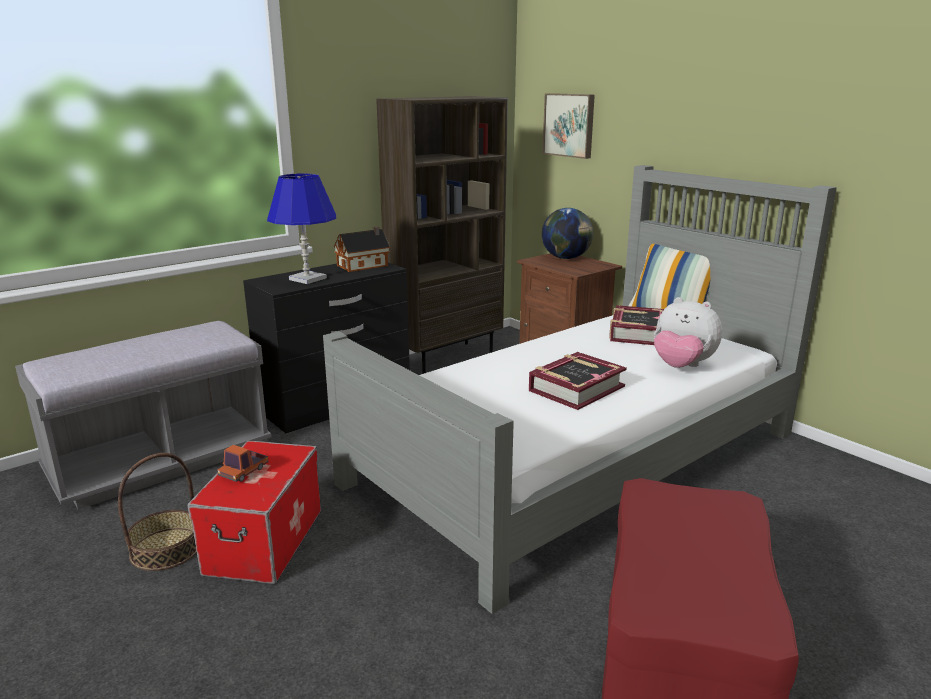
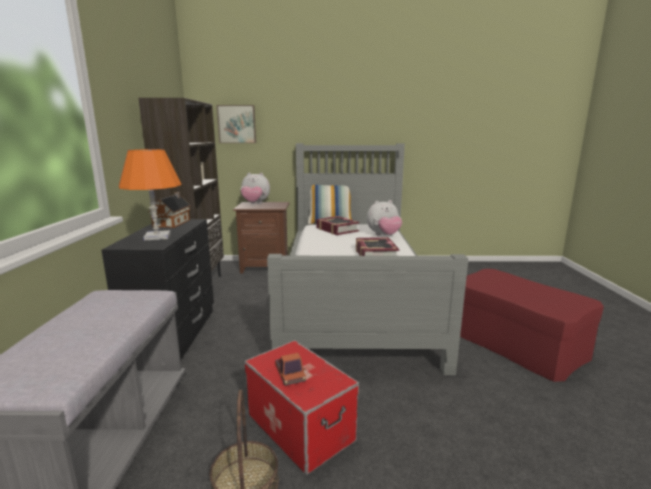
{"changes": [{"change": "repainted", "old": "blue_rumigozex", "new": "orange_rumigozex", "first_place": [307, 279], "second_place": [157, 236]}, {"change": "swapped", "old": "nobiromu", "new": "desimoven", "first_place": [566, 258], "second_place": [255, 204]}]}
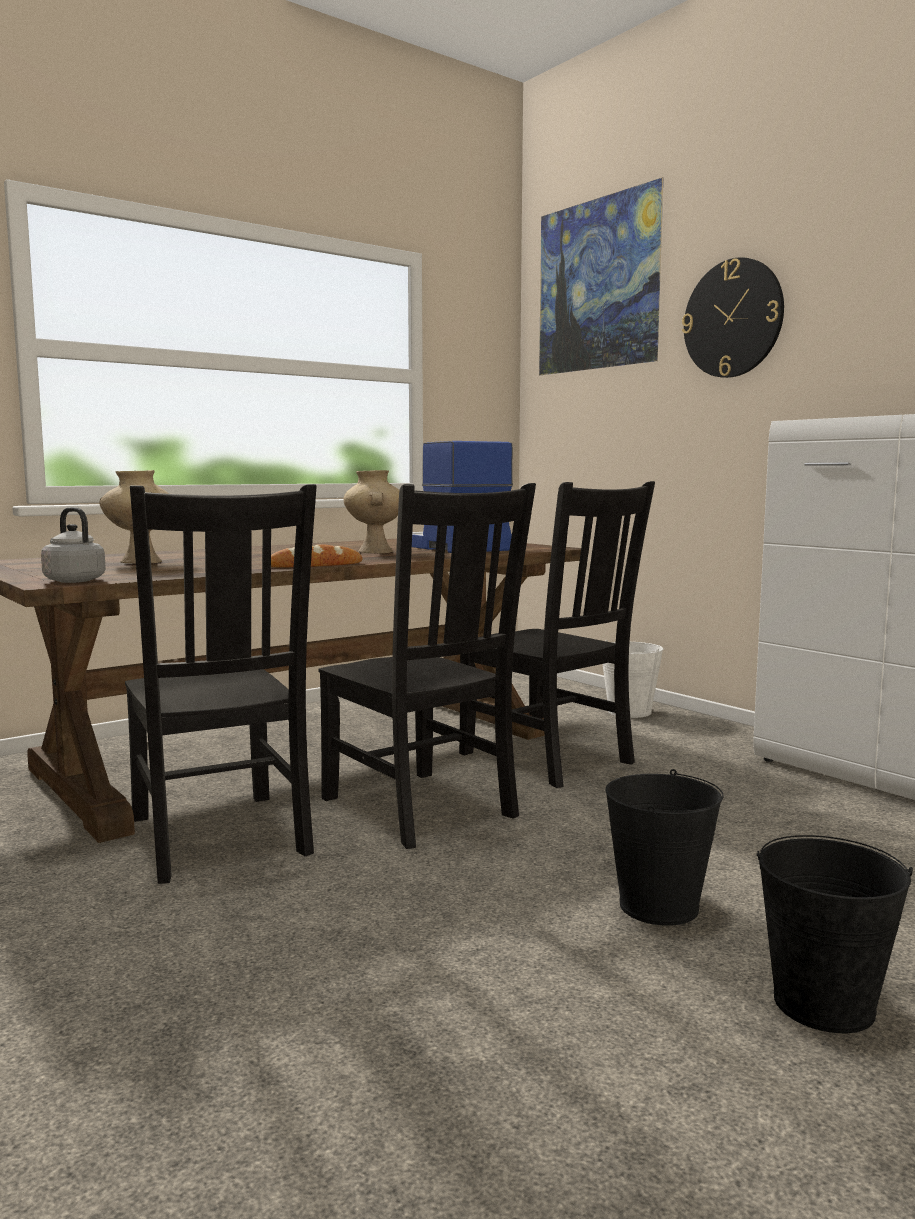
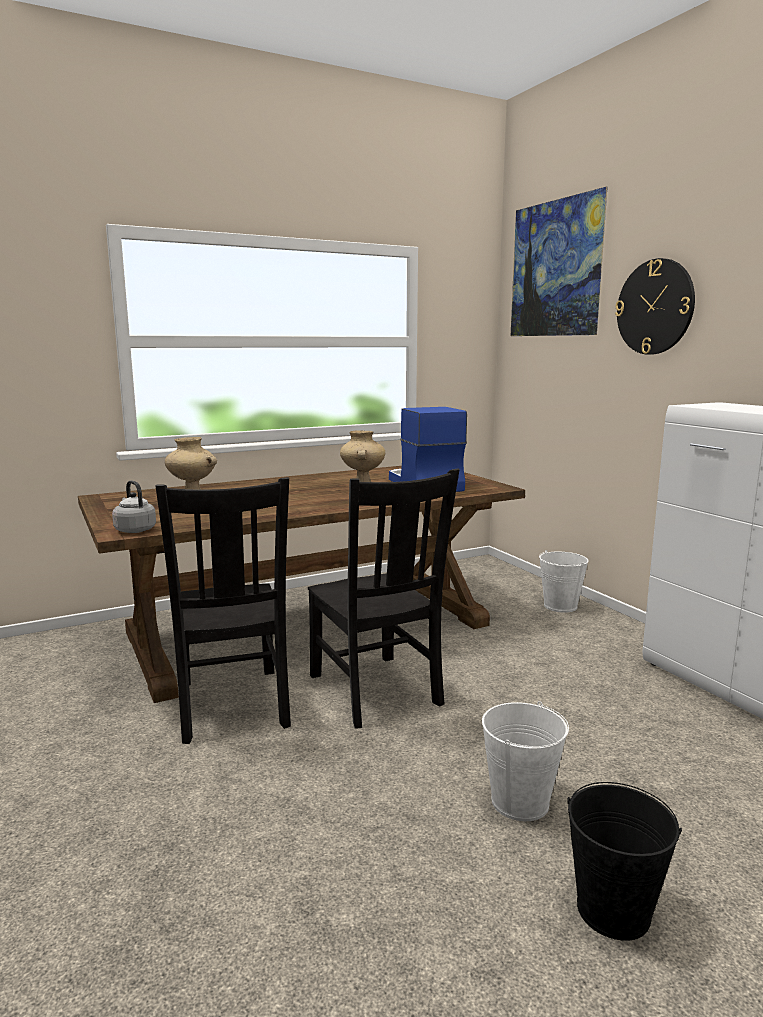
{"changes": [{"change": "gone", "old": "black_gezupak", "first_place": [550, 759]}, {"change": "gone", "old": "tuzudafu", "first_place": [315, 565]}, {"change": "repainted", "old": "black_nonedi", "new": "white_nonedi", "first_place": [658, 906], "second_place": [519, 802]}]}
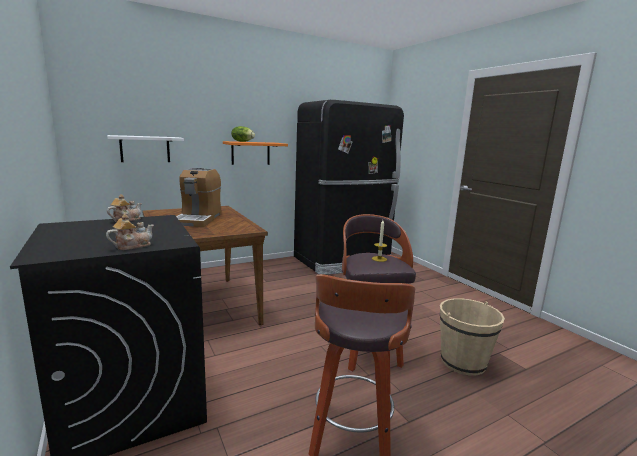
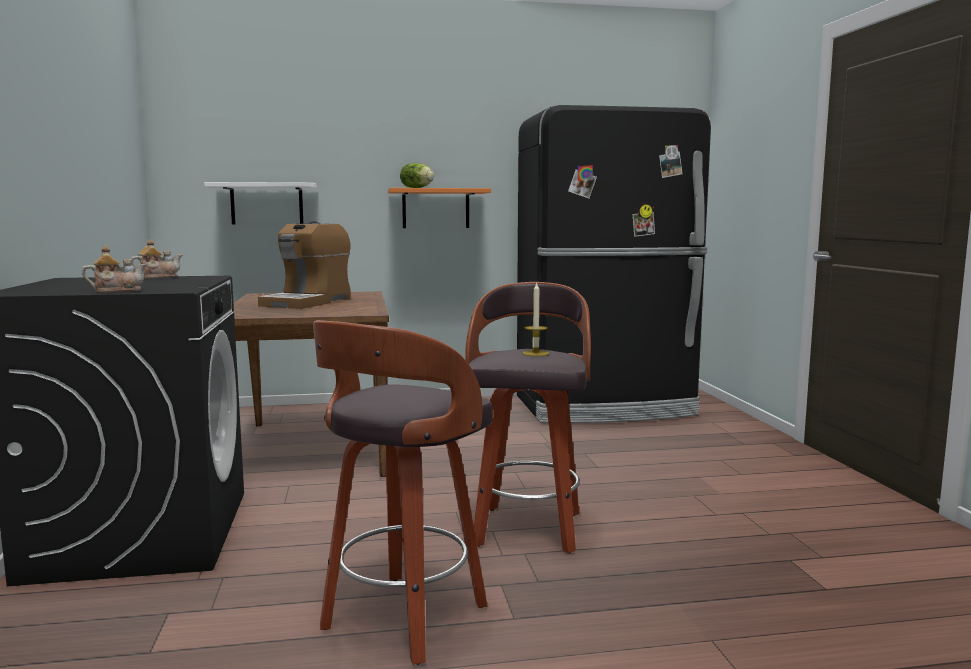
{"changes": [{"change": "gone", "old": "beige_nonedi", "first_place": [463, 362]}]}
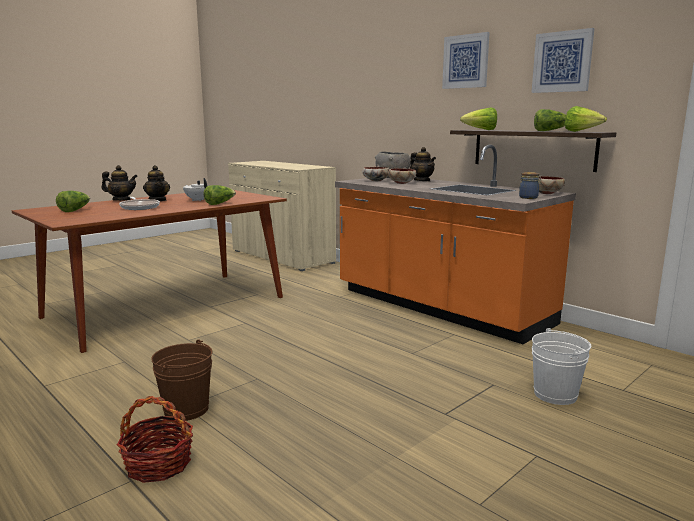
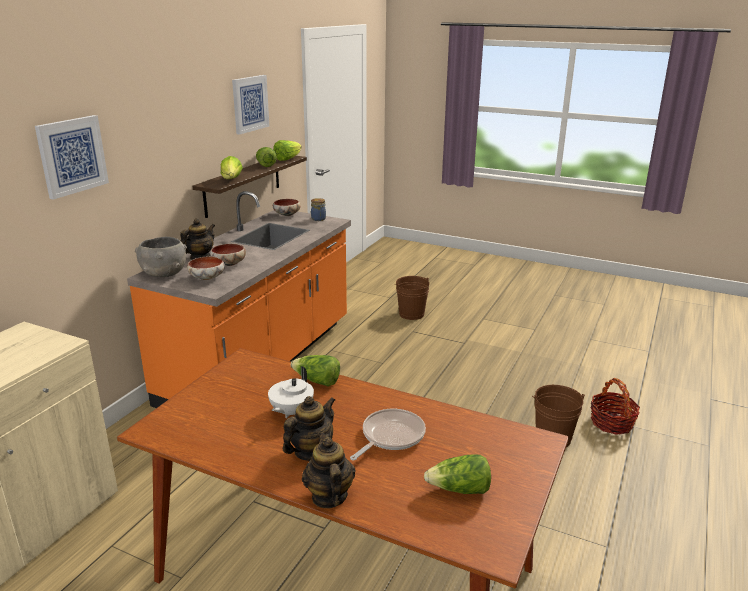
{"changes": [{"change": "shifted", "old": "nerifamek", "first_place": [466, 61], "second_place": [72, 156]}, {"change": "repainted", "old": "white_nonedi", "new": "brown_nonedi", "first_place": [555, 394], "second_place": [411, 314]}]}
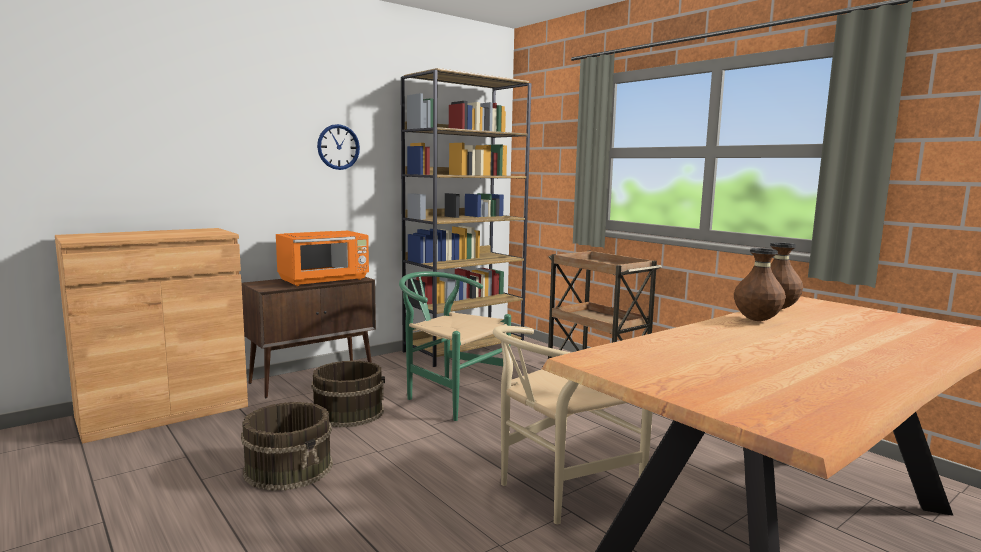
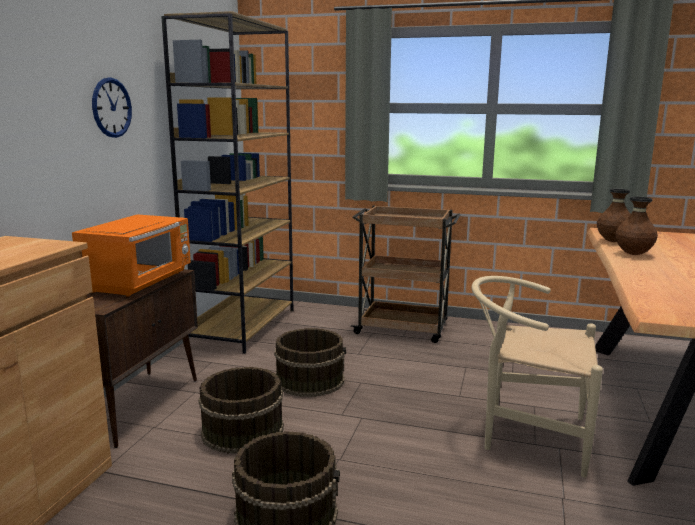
{"changes": [{"change": "swapped", "old": "green_gezupak", "new": "brown_nonedi", "first_place": [449, 396], "second_place": [310, 380]}, {"change": "rotated", "old": "beige_gezupak", "first_place": [557, 491], "second_place": [526, 435], "degrees": 90}]}
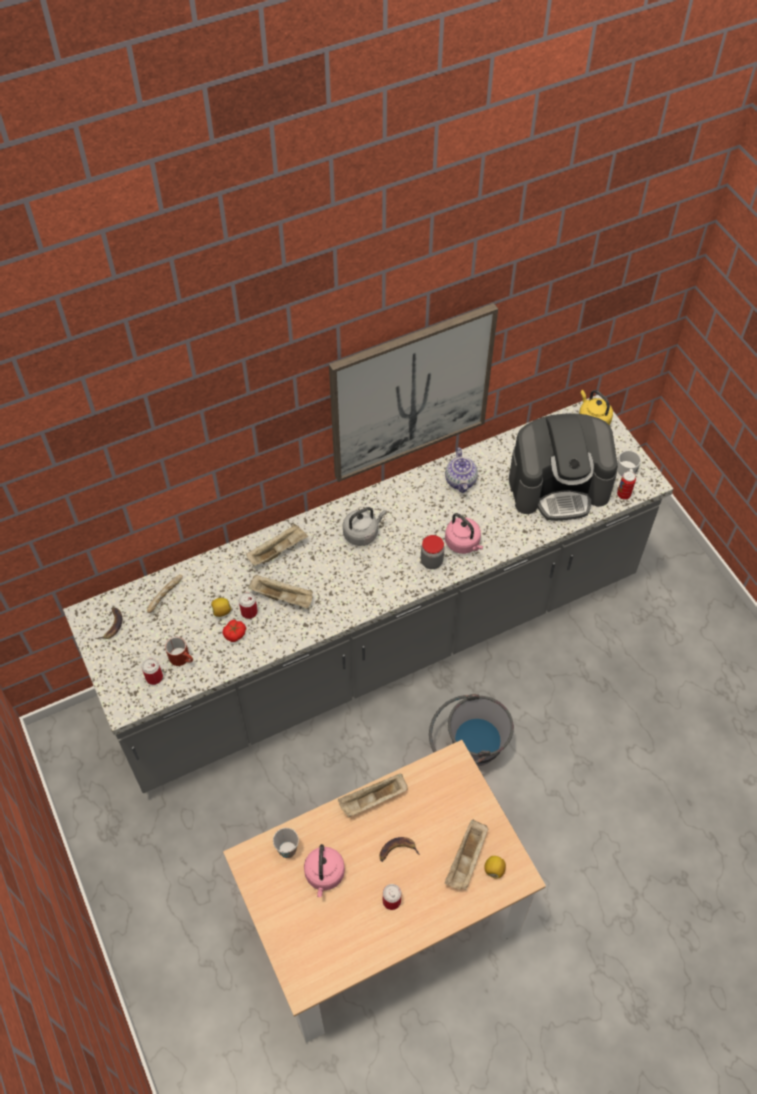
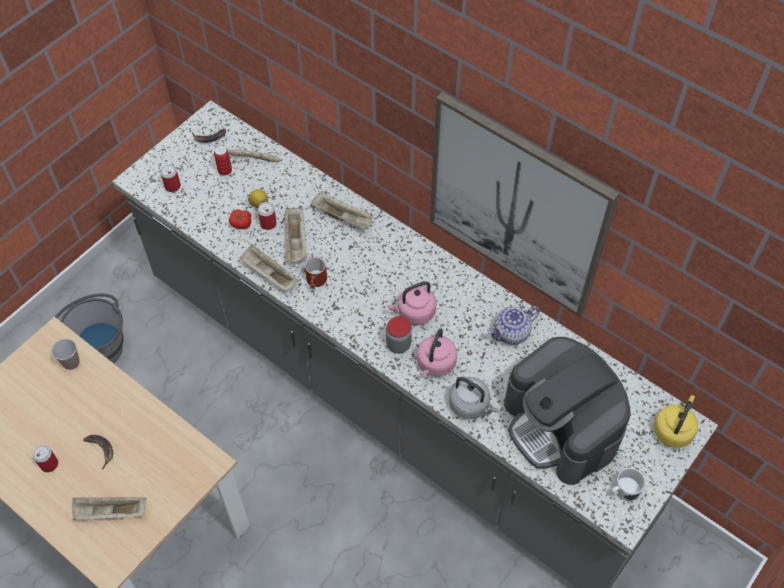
{"changes": [{"change": "shifted", "old": "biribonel", "first_place": [623, 494], "second_place": [225, 171]}, {"change": "shifted", "old": "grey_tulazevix", "first_place": [362, 533], "second_place": [471, 406]}, {"change": "shifted", "old": "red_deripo", "first_place": [183, 658], "second_place": [316, 282]}, {"change": "shifted", "old": "grey_nonedi", "first_place": [467, 748], "second_place": [98, 344]}, {"change": "shifted", "old": "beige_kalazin", "first_place": [372, 800], "second_place": [268, 274]}, {"change": "shifted", "old": "pink_tulazevix", "first_place": [324, 875], "second_place": [414, 313]}, {"change": "gone", "old": "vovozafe", "first_place": [494, 869]}]}
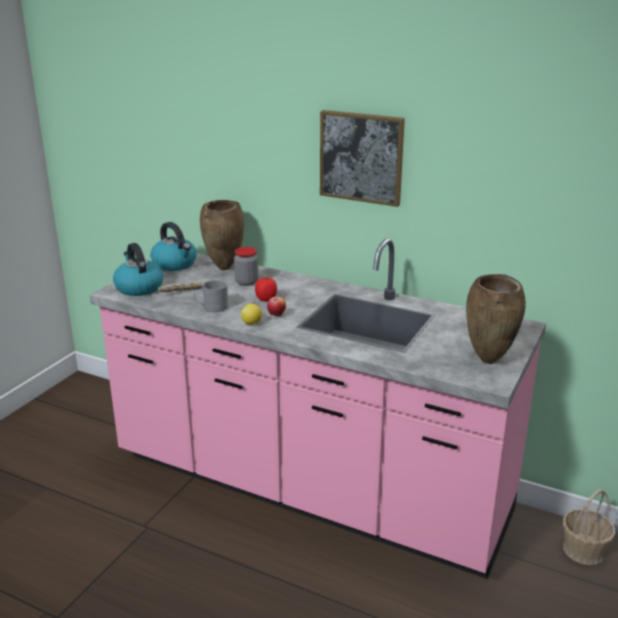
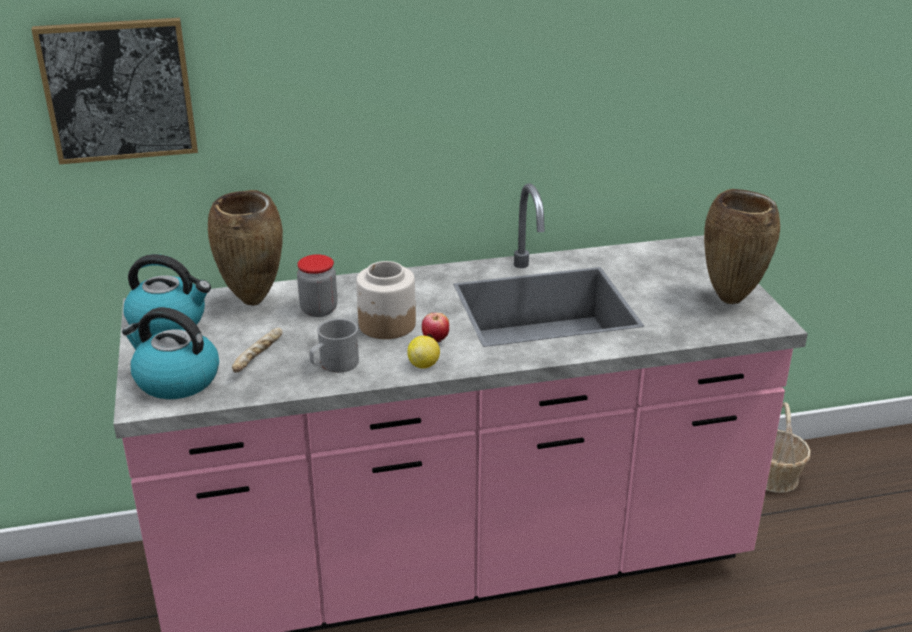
{"changes": [{"change": "shifted", "old": "nerifamek", "first_place": [361, 157], "second_place": [118, 90]}, {"change": "swapped", "old": "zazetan", "new": "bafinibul", "first_place": [266, 299], "second_place": [386, 324]}]}
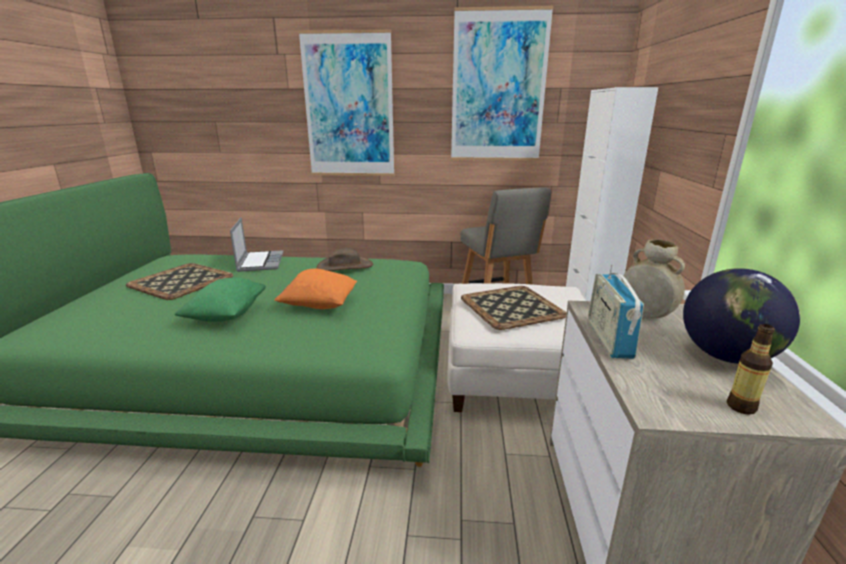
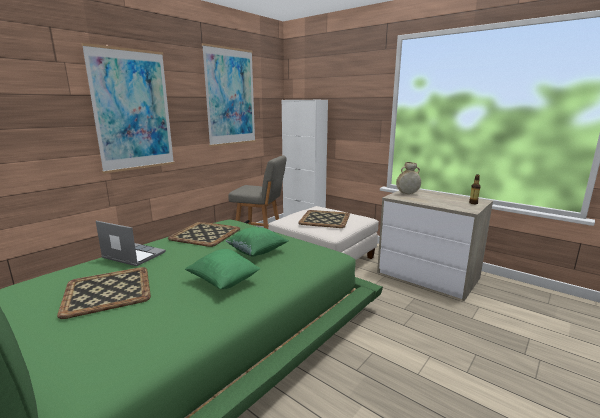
{"changes": [{"change": "swapped", "old": "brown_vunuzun", "new": "kalazin", "first_place": [345, 266], "second_place": [205, 234]}, {"change": "gone", "old": "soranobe", "first_place": [609, 339]}, {"change": "repainted", "old": "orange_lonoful", "new": "green_lonoful", "first_place": [319, 305], "second_place": [257, 252]}, {"change": "gone", "old": "nobiromu", "first_place": [726, 356]}]}
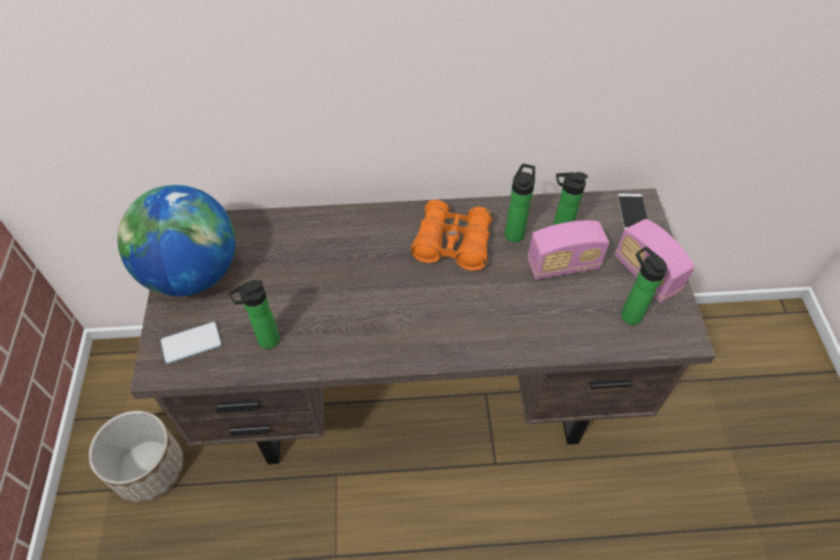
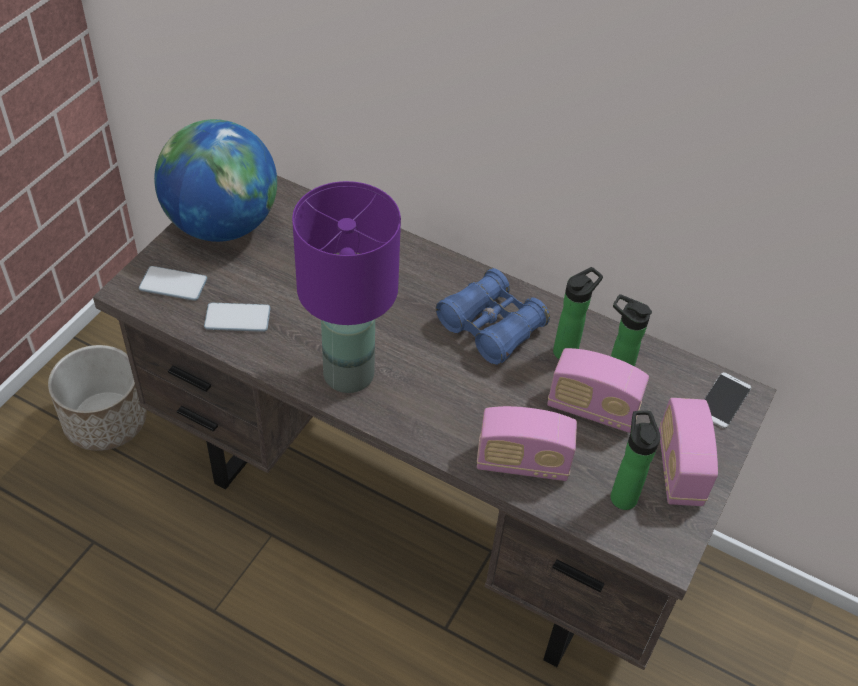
{"changes": [{"change": "repainted", "old": "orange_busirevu", "new": "blue_busirevu", "first_place": [452, 244], "second_place": [491, 327]}, {"change": "swapped", "old": "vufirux", "new": "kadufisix", "first_place": [265, 341], "second_place": [237, 318]}, {"change": "new", "new": "purple_rumigozex", "second_place": [349, 375]}, {"change": "new", "new": "soranobe", "second_place": [522, 463]}]}
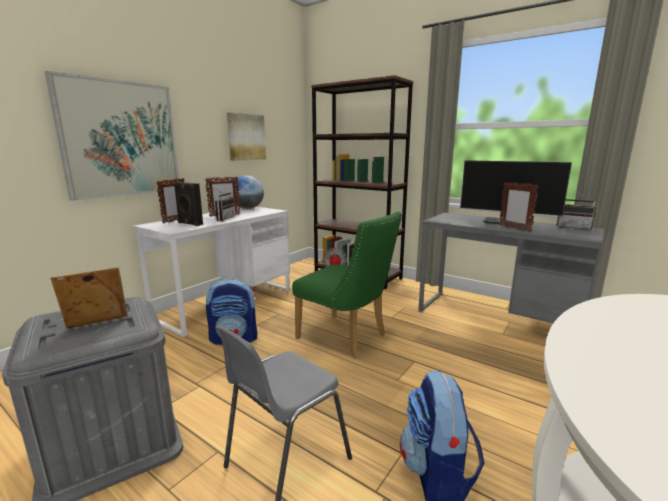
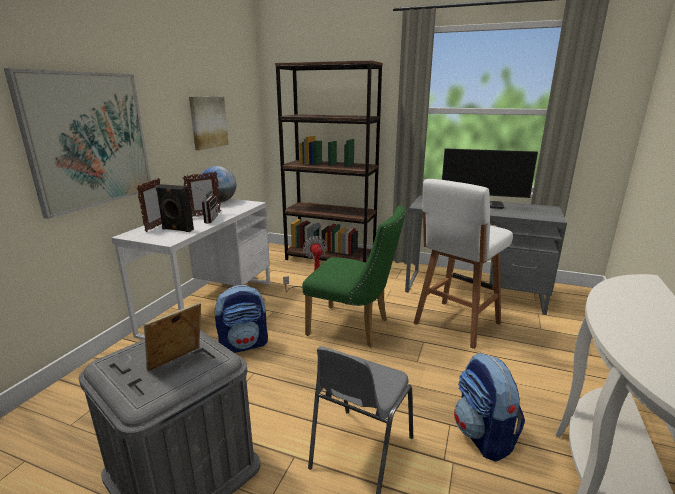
{"changes": [{"change": "gone", "old": "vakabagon", "first_place": [514, 229]}, {"change": "gone", "old": "soranobe", "first_place": [574, 227]}, {"change": "new", "new": "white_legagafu", "second_place": [455, 324]}]}
